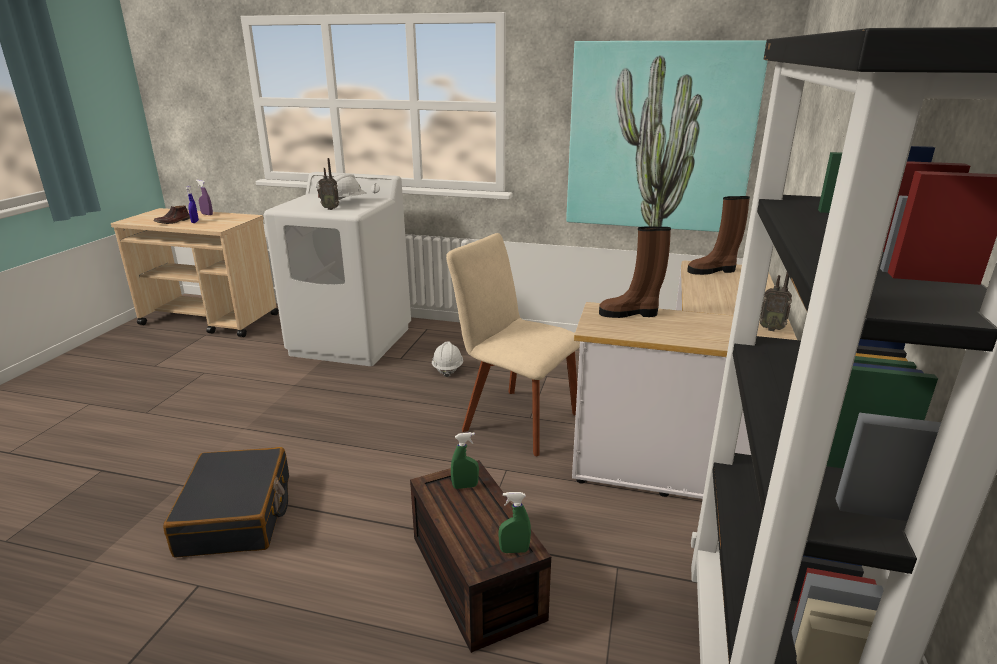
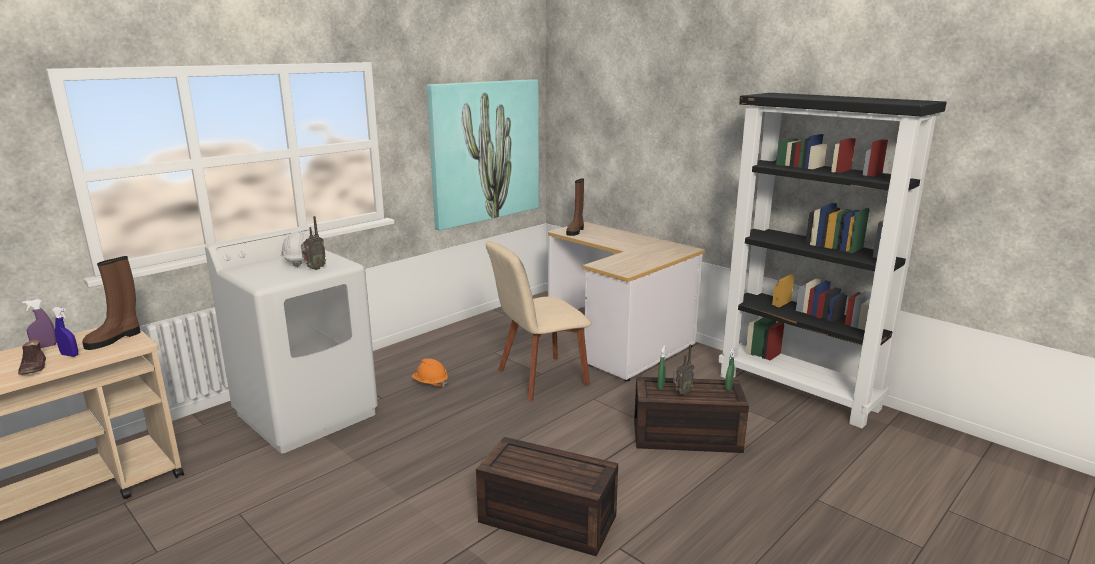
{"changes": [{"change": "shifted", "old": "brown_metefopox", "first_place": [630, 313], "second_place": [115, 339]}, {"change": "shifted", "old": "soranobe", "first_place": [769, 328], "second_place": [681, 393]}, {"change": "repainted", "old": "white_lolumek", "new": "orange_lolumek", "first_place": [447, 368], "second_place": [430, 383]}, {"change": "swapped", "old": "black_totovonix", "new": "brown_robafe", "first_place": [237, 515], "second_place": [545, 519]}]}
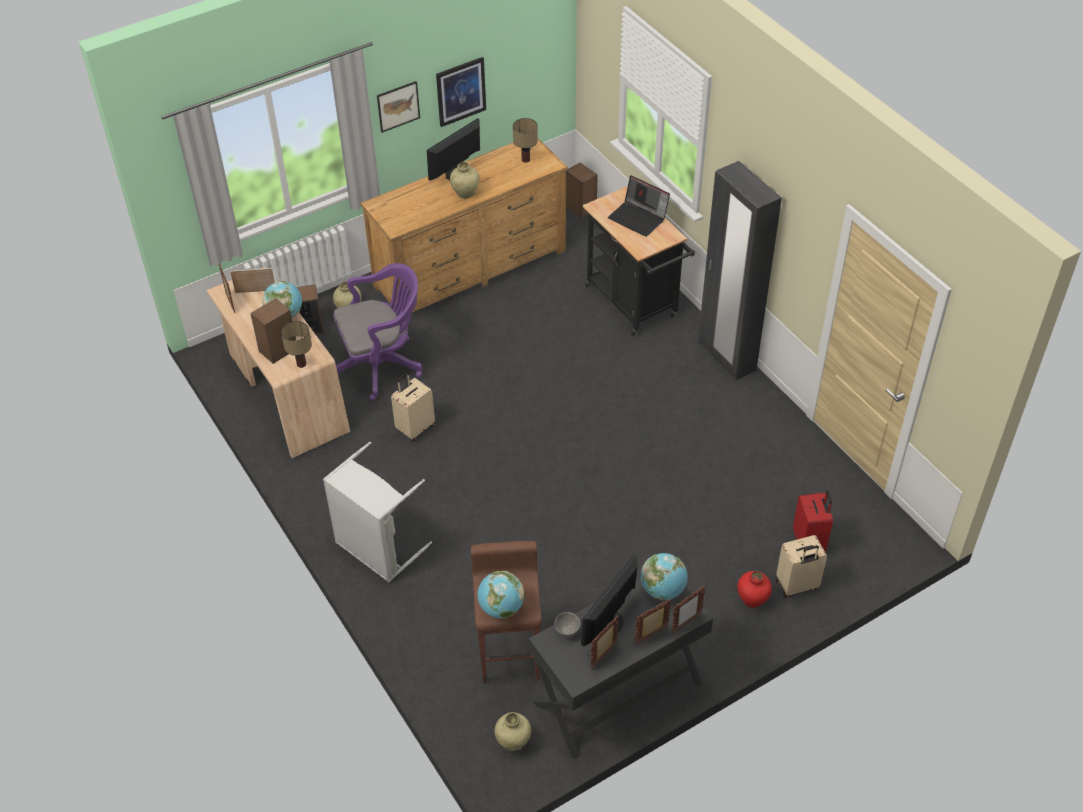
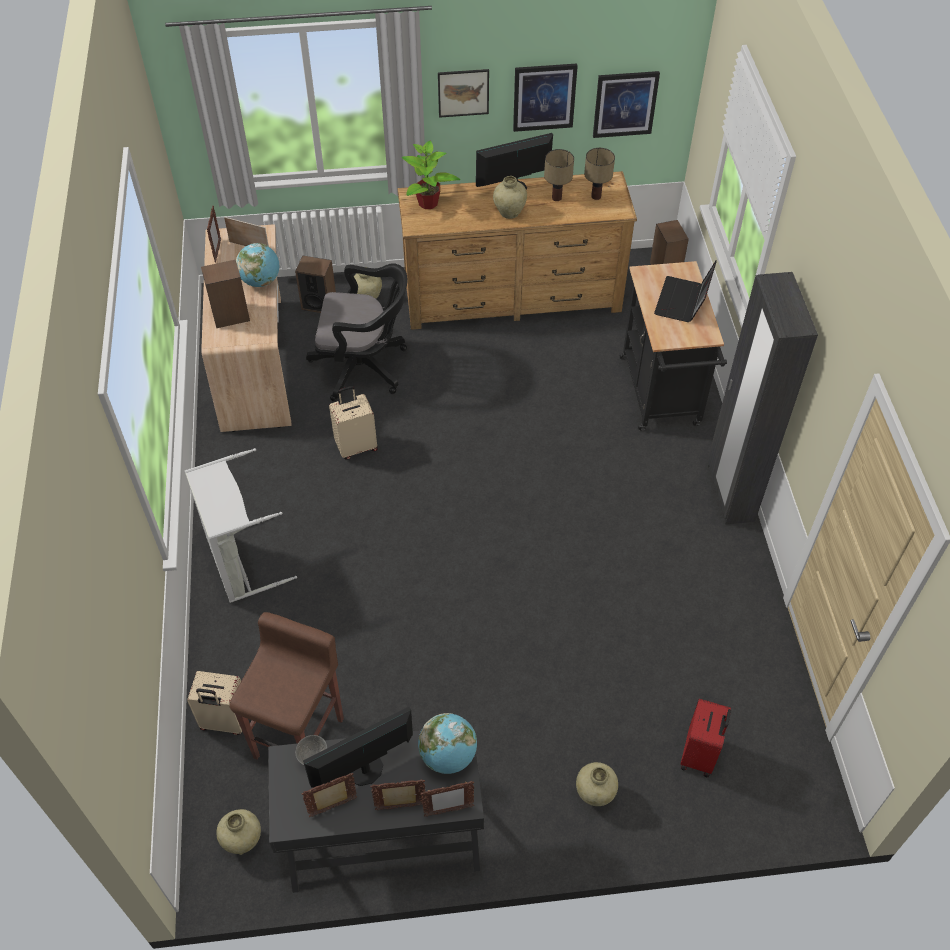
{"changes": [{"change": "rotated", "old": "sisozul", "first_place": [639, 218], "second_place": [683, 302], "degrees": 45}, {"change": "repainted", "old": "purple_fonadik", "new": "black_fonadik", "first_place": [382, 365], "second_place": [365, 367]}, {"change": "shifted", "old": "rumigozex", "first_place": [301, 364], "second_place": [556, 198]}, {"change": "shifted", "old": "beige_totovonix", "first_place": [797, 586], "second_place": [224, 721]}, {"change": "gone", "old": "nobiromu", "first_place": [501, 608]}, {"change": "repainted", "old": "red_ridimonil", "new": "beige_ridimonil", "first_place": [752, 600], "second_place": [594, 794]}, {"change": "new", "new": "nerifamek", "second_place": [625, 104]}, {"change": "new", "new": "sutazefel", "second_place": [428, 203]}]}
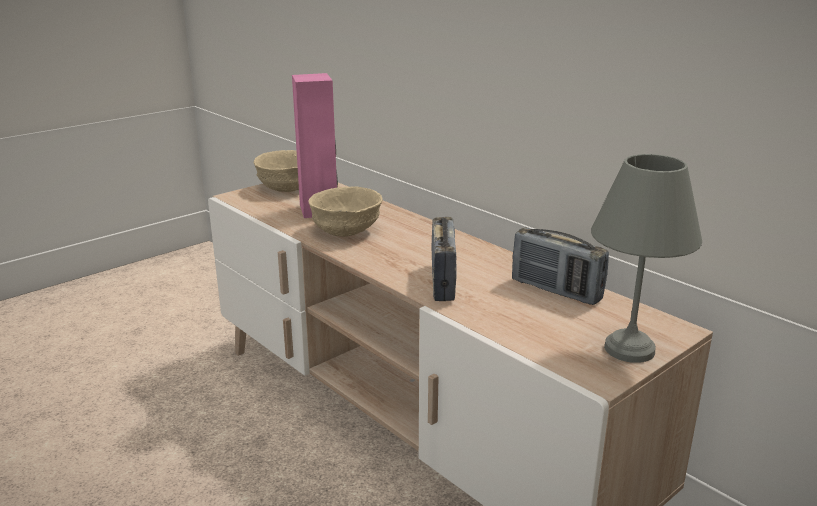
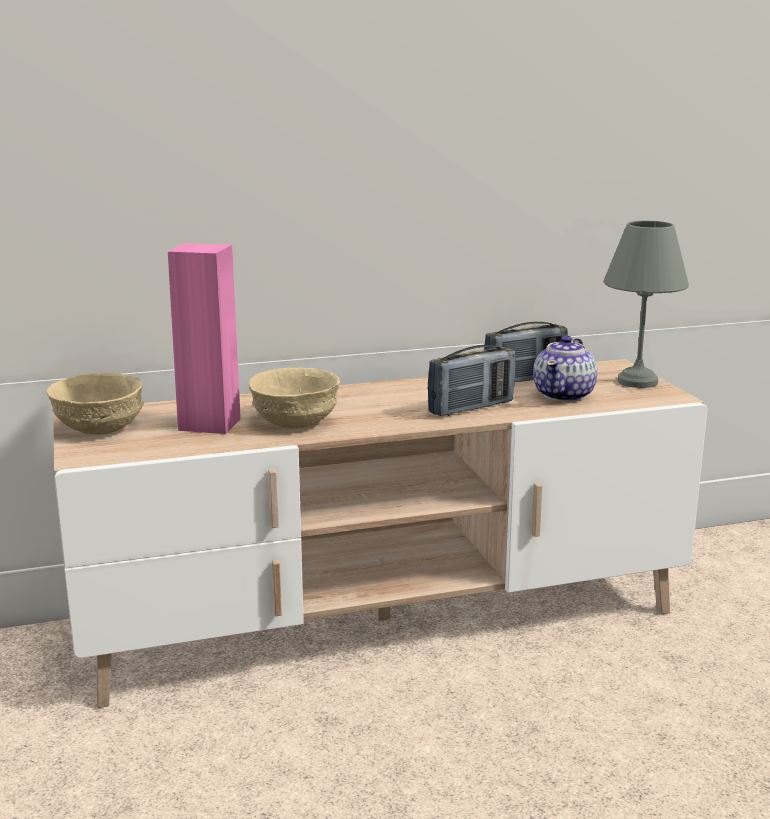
{"changes": [{"change": "rotated", "old": "soranobe", "first_place": [443, 282], "second_place": [471, 408], "degrees": 120}, {"change": "new", "new": "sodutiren", "second_place": [564, 395]}]}
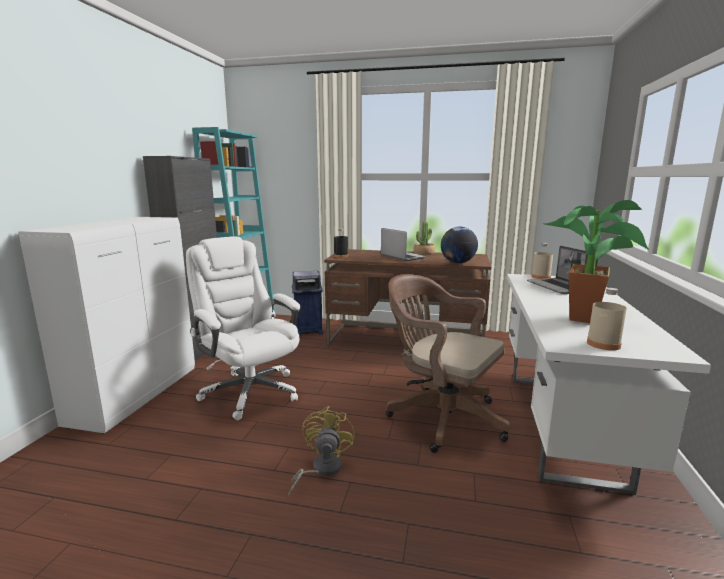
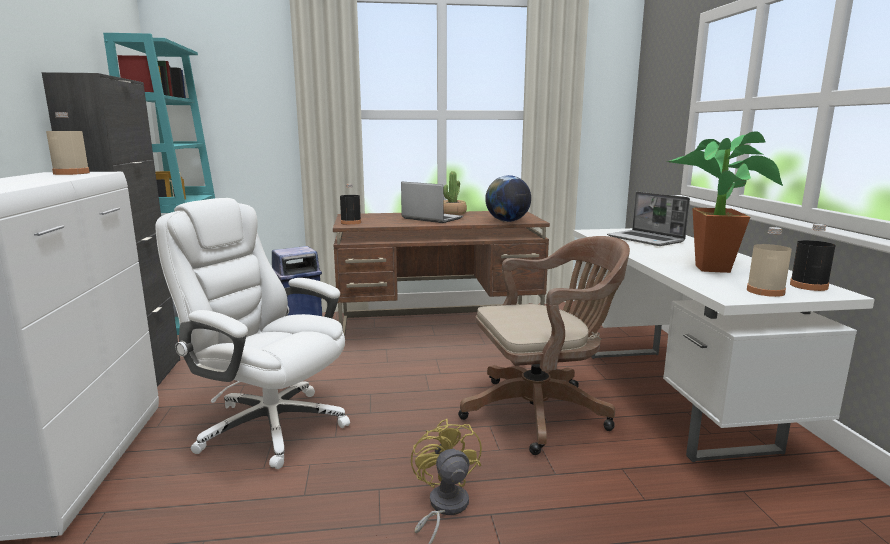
{"changes": [{"change": "shifted", "old": "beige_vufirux", "first_place": [541, 277], "second_place": [71, 173]}, {"change": "rotated", "old": "brown_fonadik", "first_place": [441, 416], "second_place": [542, 412], "degrees": 150}, {"change": "new", "new": "black_vufirux", "second_place": [808, 286]}]}
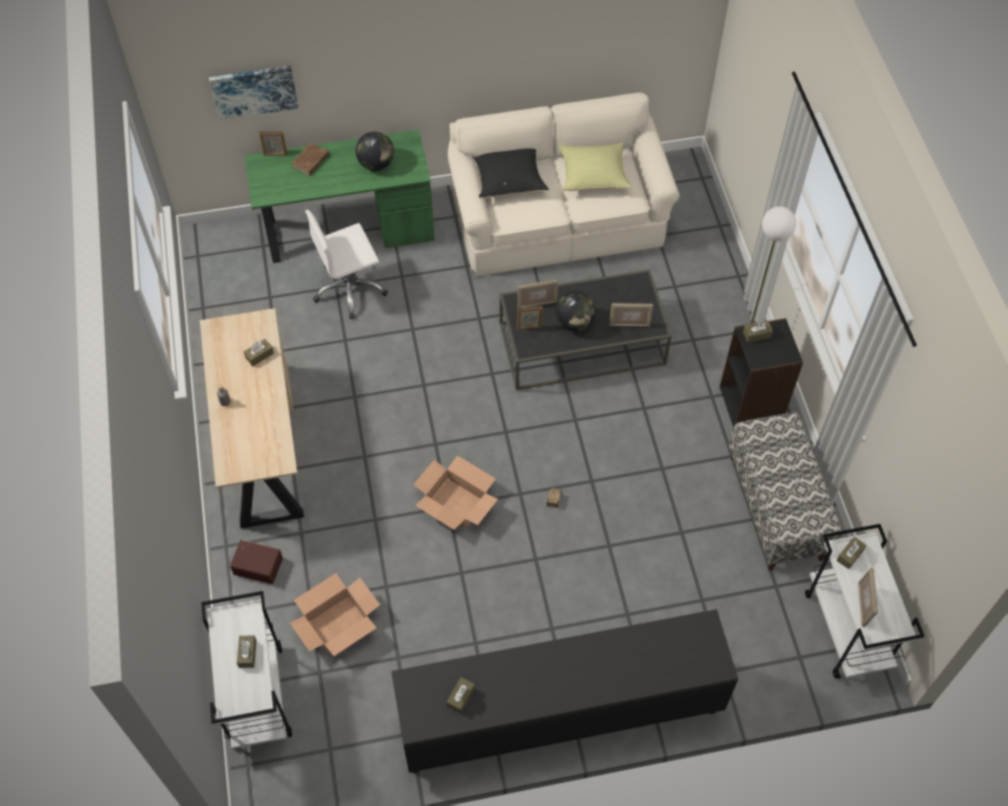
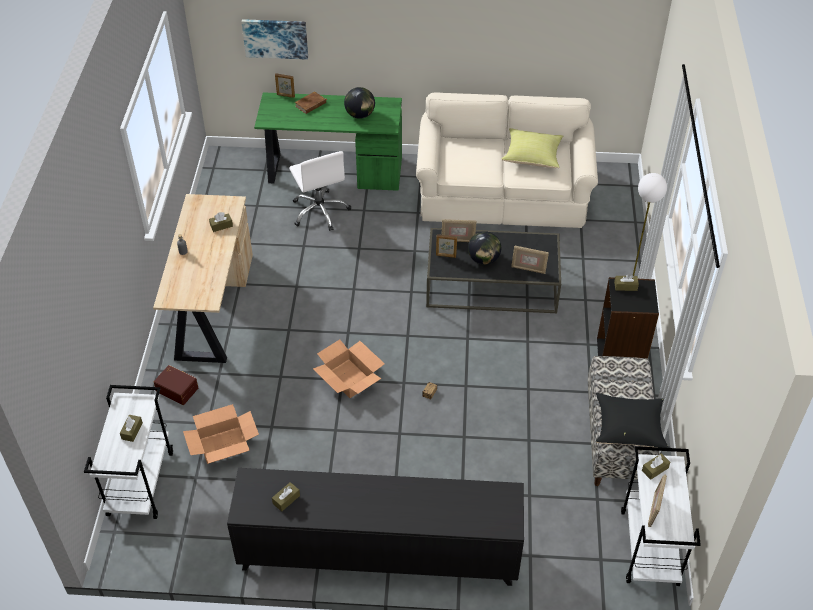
{"changes": [{"change": "shifted", "old": "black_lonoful", "first_place": [509, 180], "second_place": [629, 429]}, {"change": "rotated", "old": "white_fonadik", "first_place": [350, 289], "second_place": [320, 211], "degrees": -105}]}
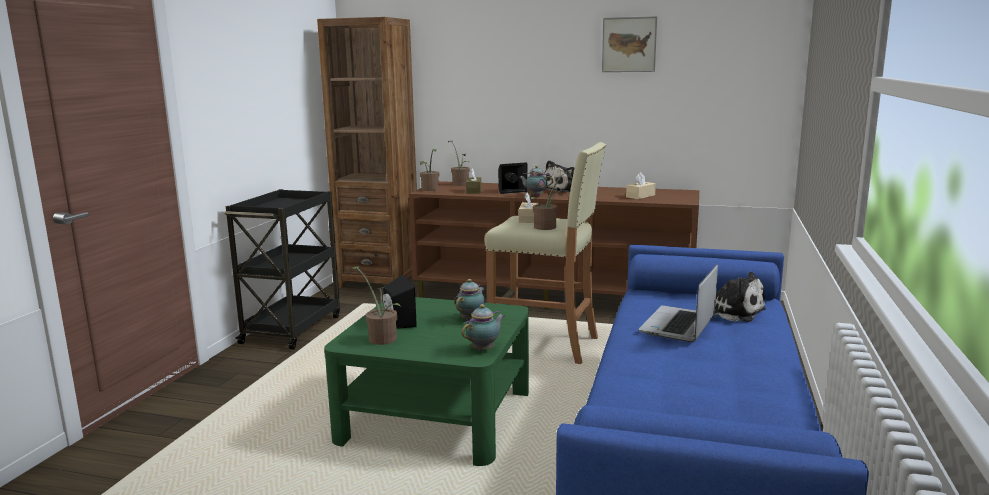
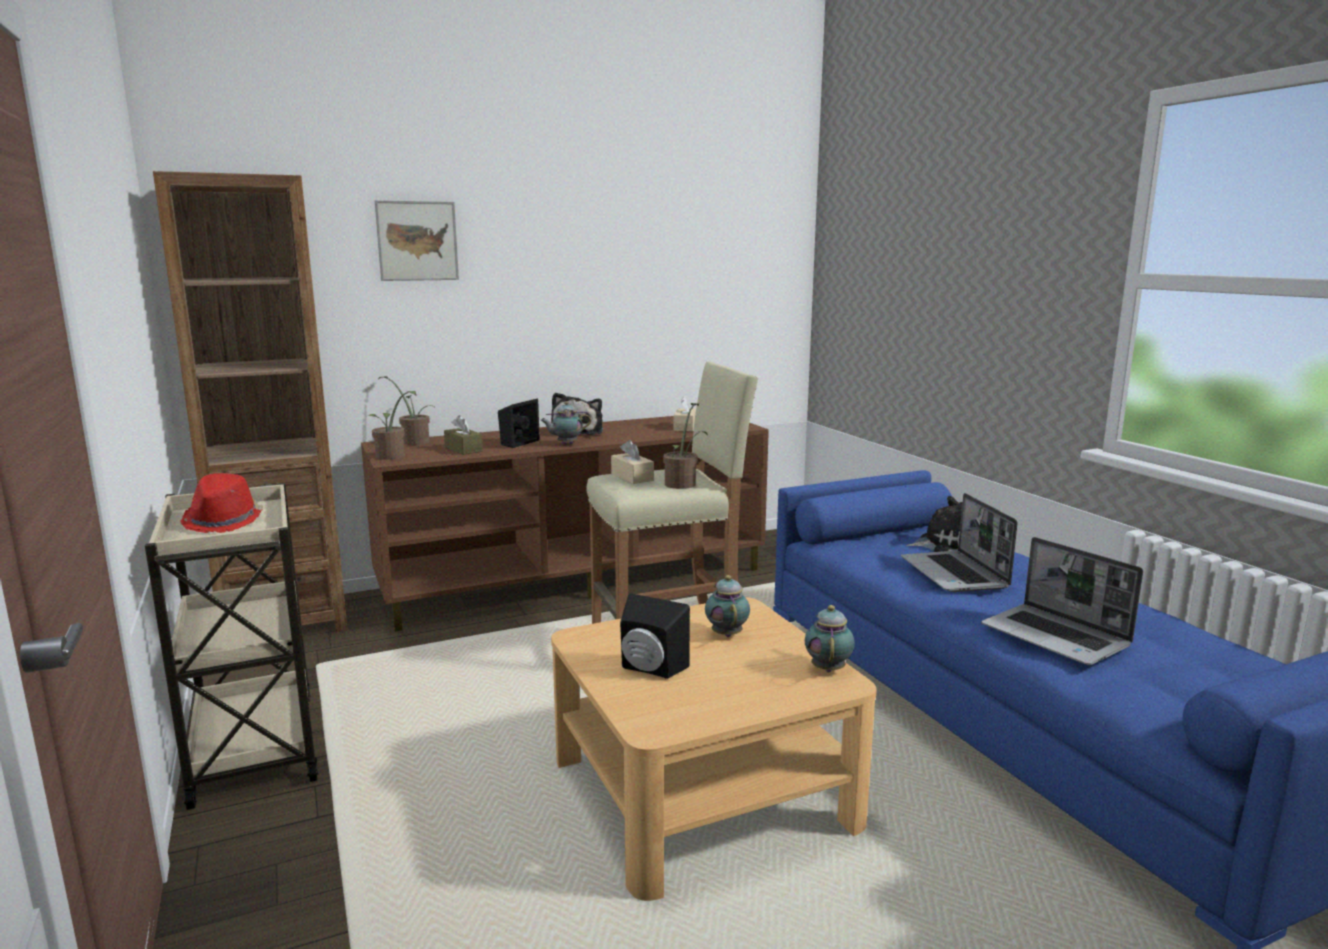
{"changes": [{"change": "shifted", "old": "nerifamek", "first_place": [629, 44], "second_place": [417, 241]}, {"change": "repainted", "old": "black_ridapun", "new": "beige_ridapun", "first_place": [292, 328], "second_place": [254, 745]}, {"change": "gone", "old": "sutazefel", "first_place": [380, 338]}, {"change": "repainted", "old": "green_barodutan", "new": "beige_barodutan", "first_place": [437, 416], "second_place": [704, 792]}, {"change": "new", "new": "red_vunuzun", "second_place": [224, 521]}, {"change": "new", "new": "sisozul", "second_place": [1057, 637]}]}
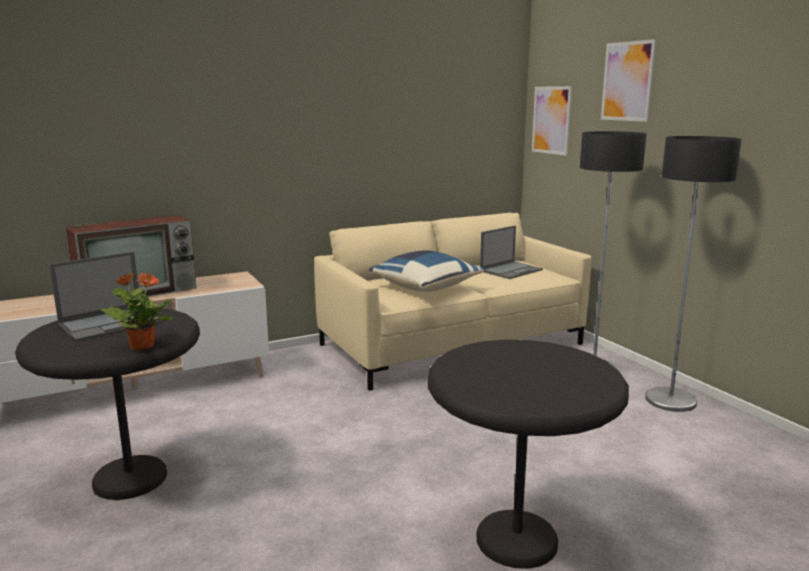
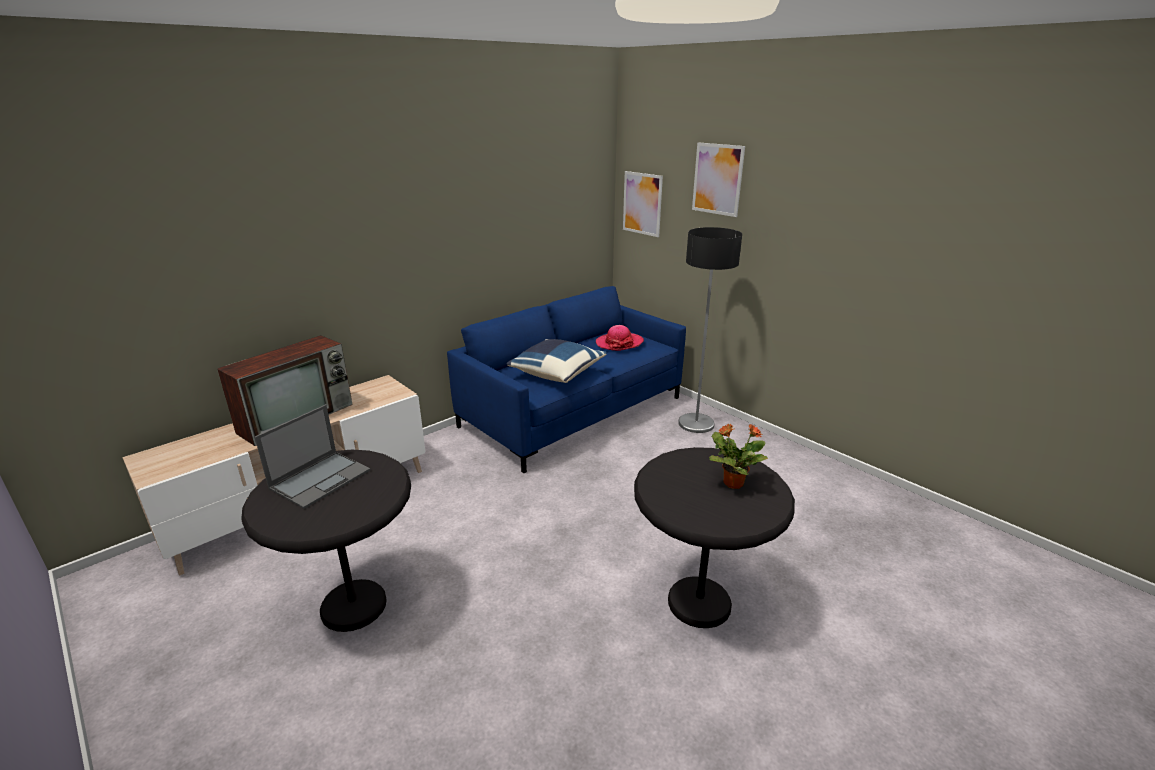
{"changes": [{"change": "gone", "old": "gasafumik", "first_place": [670, 401]}, {"change": "repainted", "old": "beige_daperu", "new": "blue_daperu", "first_place": [452, 344], "second_place": [573, 412]}, {"change": "swapped", "old": "sisozul", "new": "vunuzun", "first_place": [511, 270], "second_place": [619, 343]}, {"change": "shifted", "old": "sutazefel", "first_place": [142, 346], "second_place": [732, 483]}]}
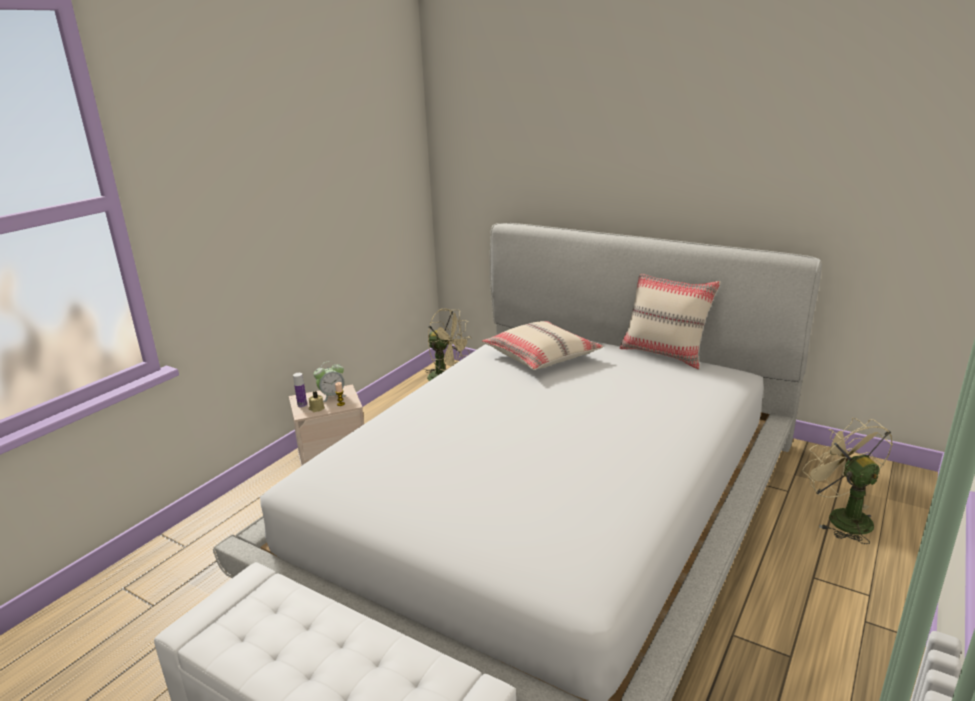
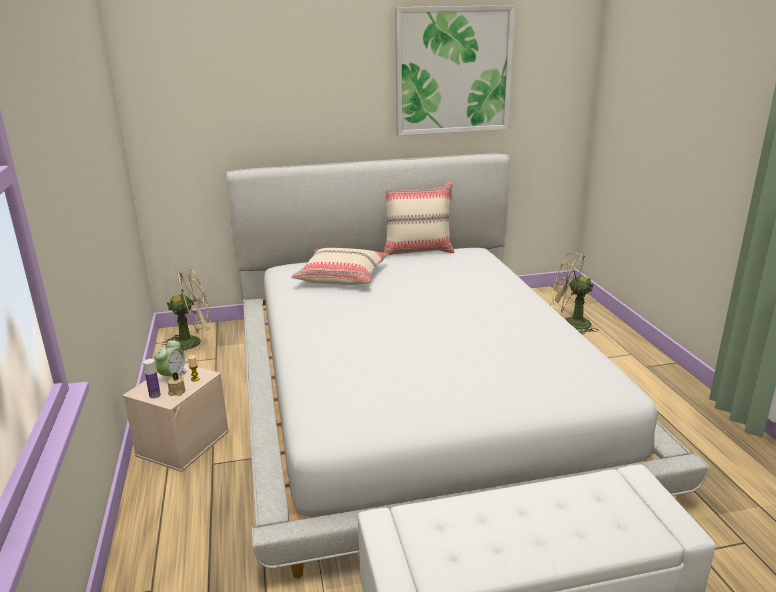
{"changes": [{"change": "new", "new": "nerifamek", "second_place": [453, 71]}]}
